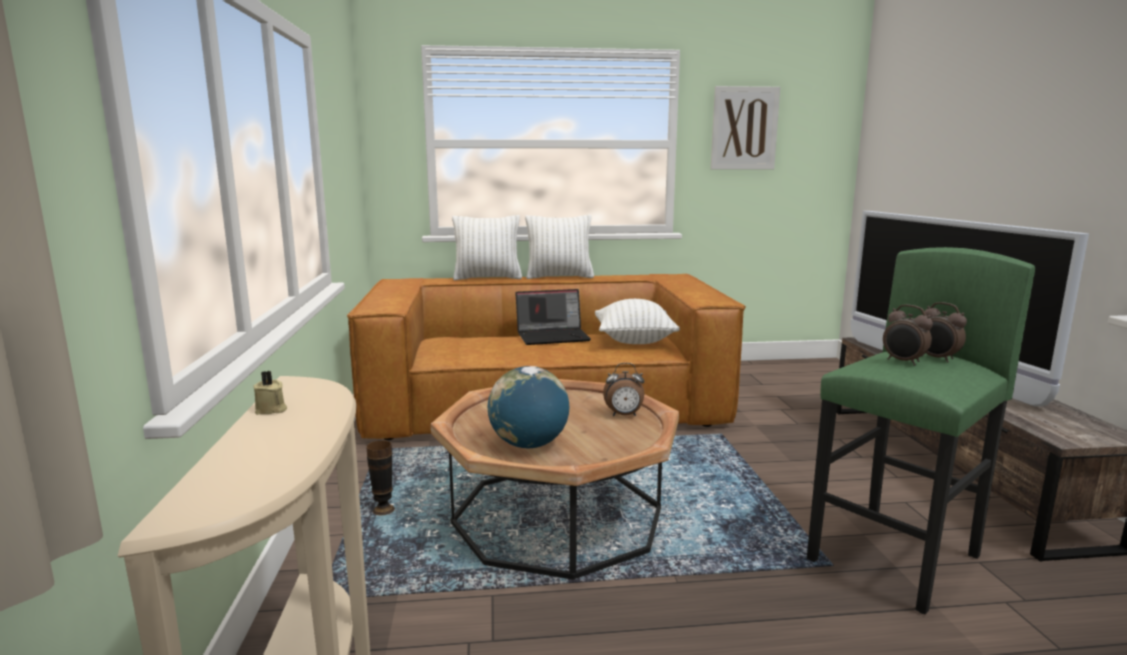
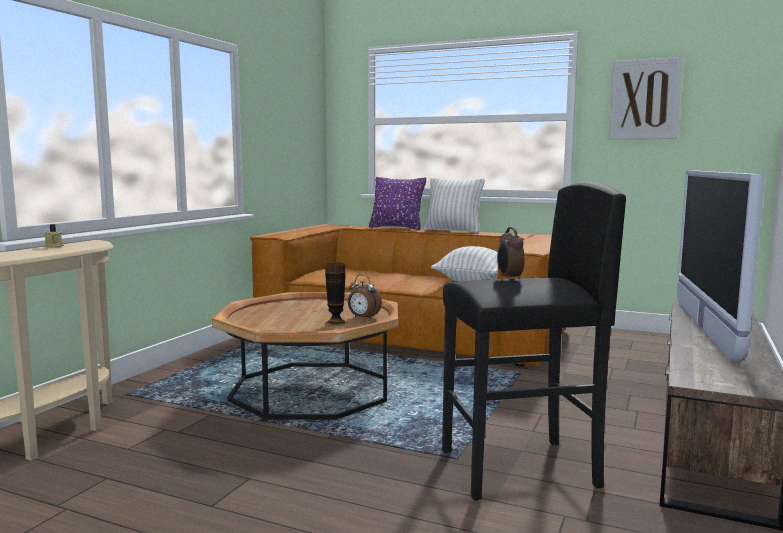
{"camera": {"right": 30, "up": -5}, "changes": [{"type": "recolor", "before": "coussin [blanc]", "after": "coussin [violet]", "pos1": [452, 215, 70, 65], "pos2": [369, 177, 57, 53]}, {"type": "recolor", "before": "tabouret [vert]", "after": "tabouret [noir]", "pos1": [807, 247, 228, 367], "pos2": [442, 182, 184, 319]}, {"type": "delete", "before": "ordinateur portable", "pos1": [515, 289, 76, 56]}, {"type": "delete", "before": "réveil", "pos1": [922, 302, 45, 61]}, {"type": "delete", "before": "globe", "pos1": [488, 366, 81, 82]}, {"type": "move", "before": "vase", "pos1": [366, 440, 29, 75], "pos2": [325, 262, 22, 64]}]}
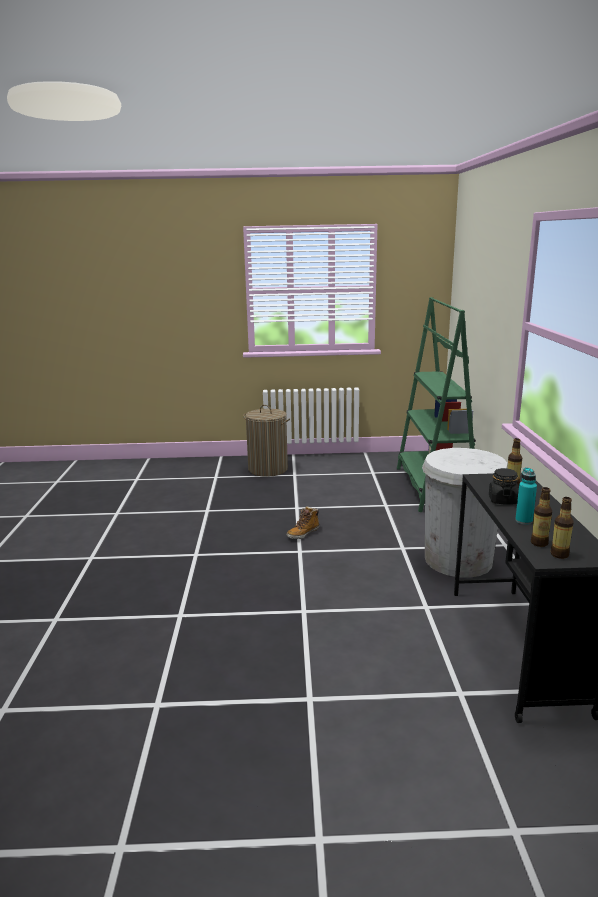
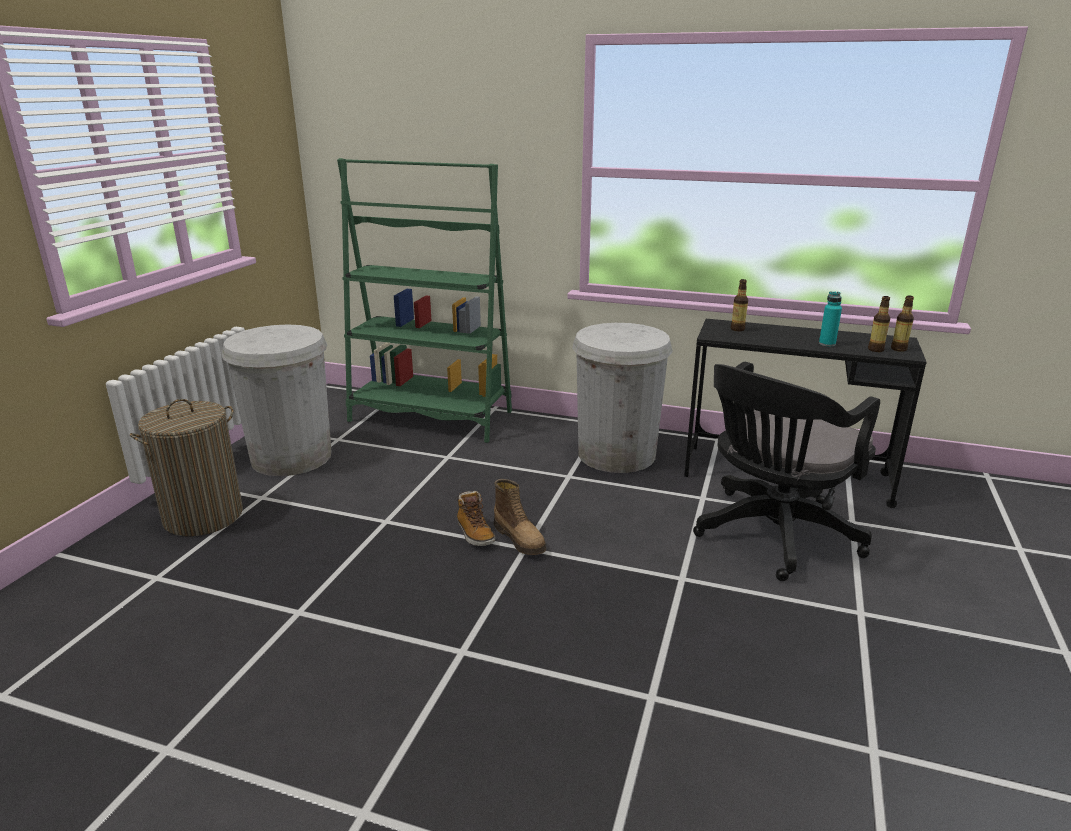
{"camera": {"right": -70, "up": 5}, "changes": [{"type": "delete", "before": "bocal [noir]", "pos1": [489, 468, 30, 37]}, {"type": "insert", "after": "poubelle [blanc]", "pos2": [222, 324, 110, 152]}, {"type": "insert", "after": "chaise de bureau [noir]", "pos2": [693, 362, 187, 219]}, {"type": "insert", "after": "botte", "pos2": [494, 479, 52, 76]}]}
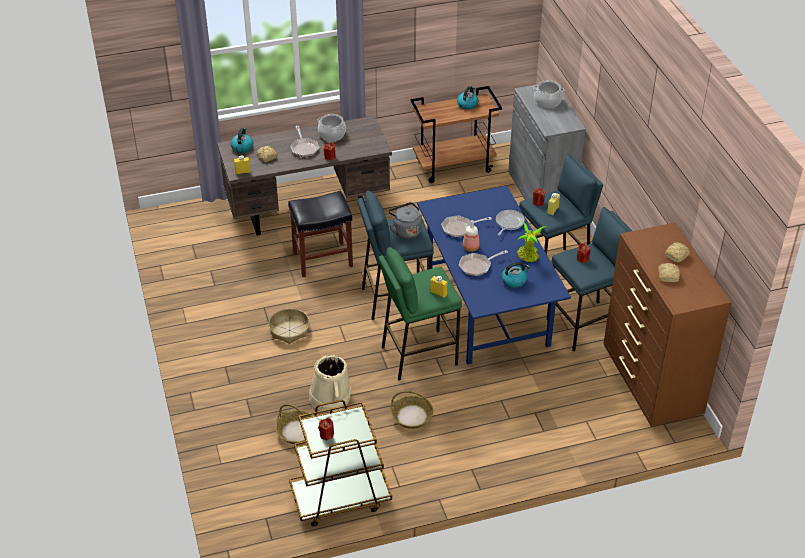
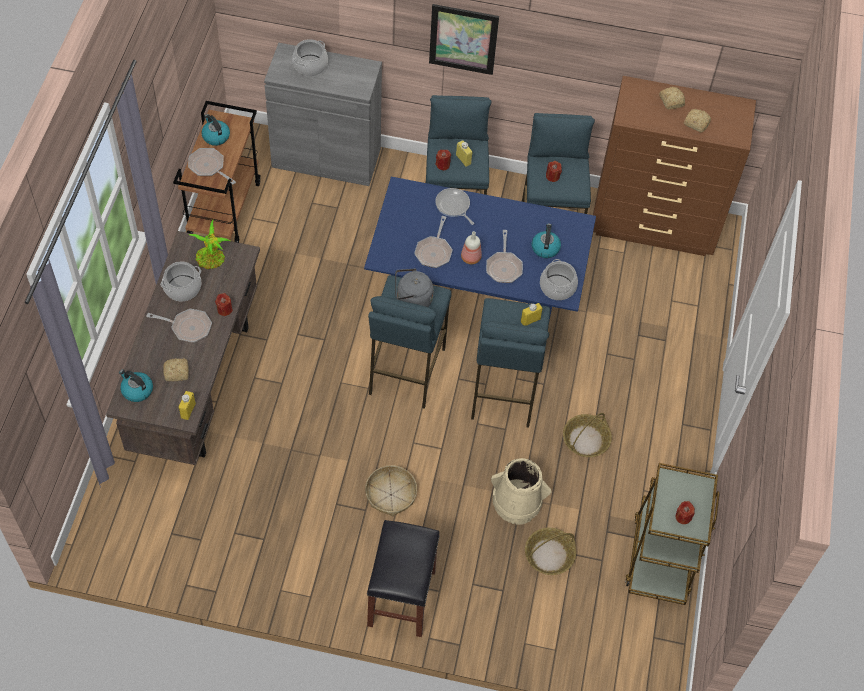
{"camera": {"right": -65, "up": 15}, "changes": [{"type": "move", "before": "tabouret [noir]", "pos1": [288, 191, 65, 86], "pos2": [367, 520, 73, 117]}, {"type": "move", "before": "plante en pot", "pos1": [517, 221, 29, 41], "pos2": [189, 219, 41, 50]}, {"type": "recolor", "before": "tabouret [vert]", "after": "tabouret [bleu]", "pos1": [378, 247, 84, 133], "pos2": [471, 298, 79, 130]}, {"type": "insert", "after": "tableau", "pos2": [429, 4, 70, 71]}, {"type": "insert", "after": "poêle", "pos2": [188, 148, 48, 36]}, {"type": "insert", "after": "marmite", "pos2": [540, 259, 38, 41]}]}
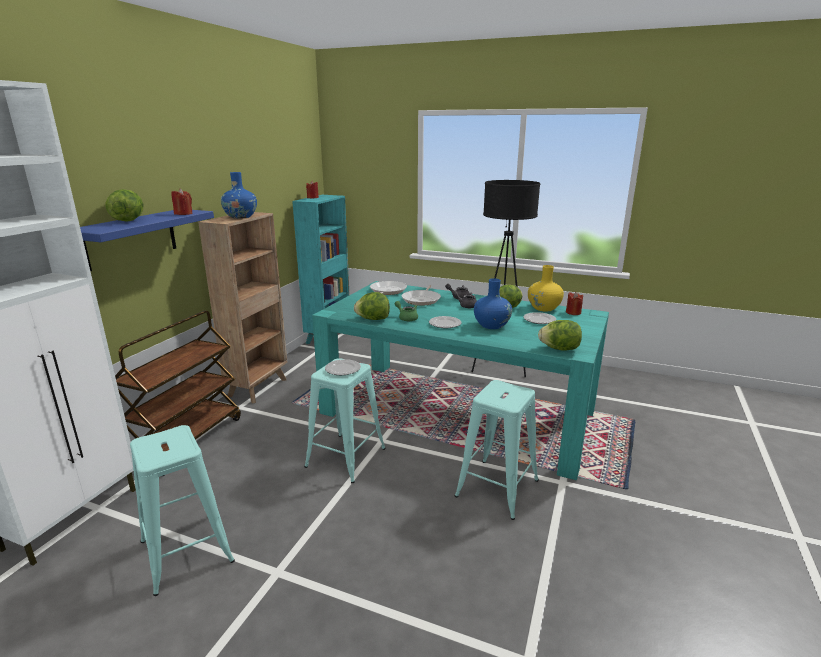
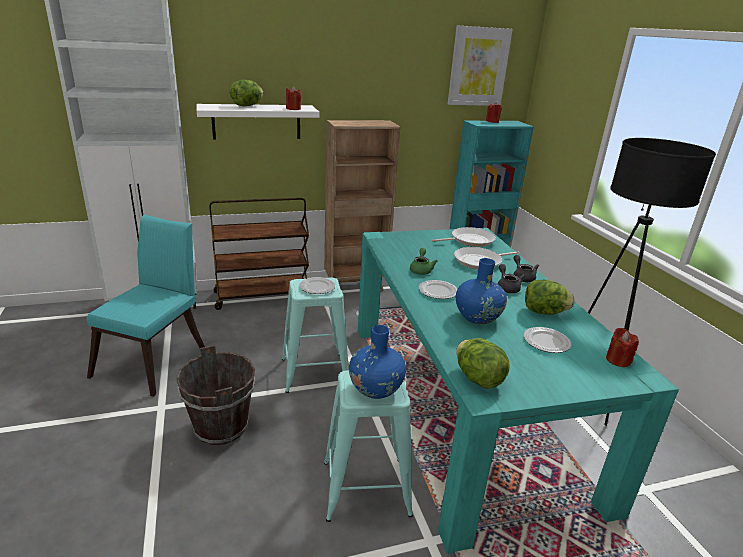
{"camera": {"right": 50, "up": 5}, "changes": [{"type": "move", "before": "vase [bleu]", "pos1": [221, 172, 36, 47], "pos2": [349, 325, 57, 74]}, {"type": "recolor", "before": "étagère [bleu]", "after": "étagère [blanc]", "pos1": [80, 210, 134, 61], "pos2": [197, 104, 123, 35]}, {"type": "delete", "before": "vase [jaune]", "pos1": [528, 265, 36, 47]}, {"type": "delete", "before": "laitue", "pos1": [354, 292, 36, 28]}, {"type": "replace", "before": "tabouret [turquoise]", "after": "chaise [turquoise]", "pos1": [130, 425, 105, 171], "pos2": [87, 215, 118, 182]}, {"type": "insert", "after": "tableau", "pos2": [448, 25, 65, 81]}, {"type": "insert", "after": "seau [marron]", "pos2": [176, 345, 79, 100]}]}
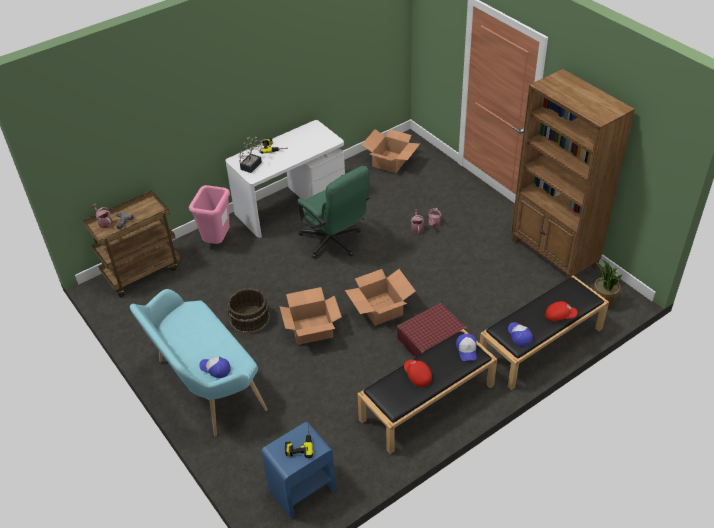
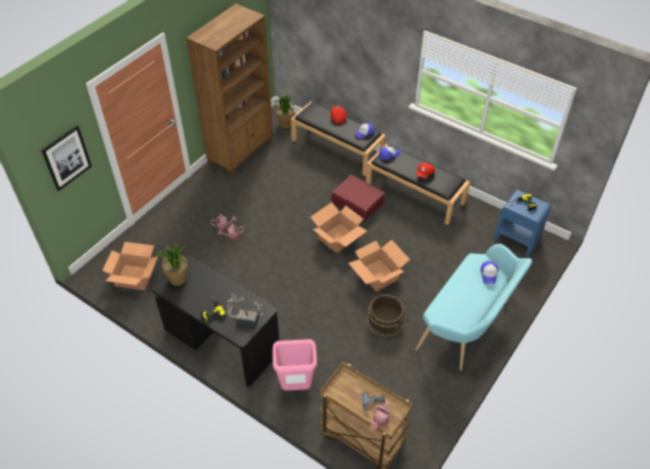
{"camera": {"right": -110, "up": 5}, "changes": [{"type": "recolor", "before": "bureau [blanc]", "after": "bureau [noir]", "pos1": [225, 120, 120, 118], "pos2": [152, 256, 128, 131]}, {"type": "delete", "before": "chaise de bureau [vert]", "pos1": [298, 166, 72, 93]}, {"type": "insert", "after": "tableau", "pos2": [41, 125, 51, 66]}, {"type": "insert", "after": "plante en pot", "pos2": [155, 244, 33, 42]}]}
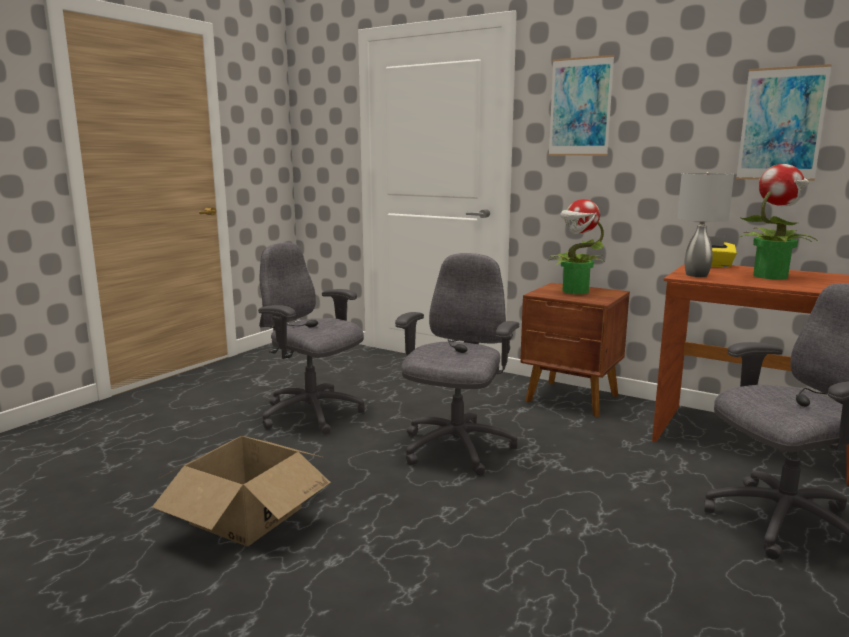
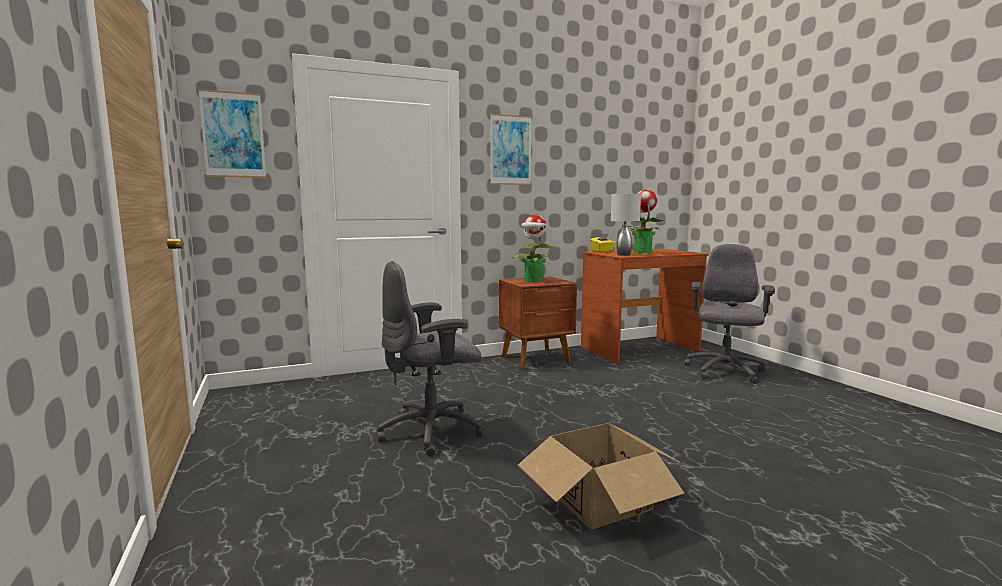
{"camera": {"right": -55, "up": -5}, "changes": [{"type": "move", "before": "tableau", "pos1": [736, 64, 96, 117], "pos2": [198, 89, 68, 89]}, {"type": "delete", "before": "chaise de bureau [gris]", "pos1": [395, 253, 125, 223]}]}
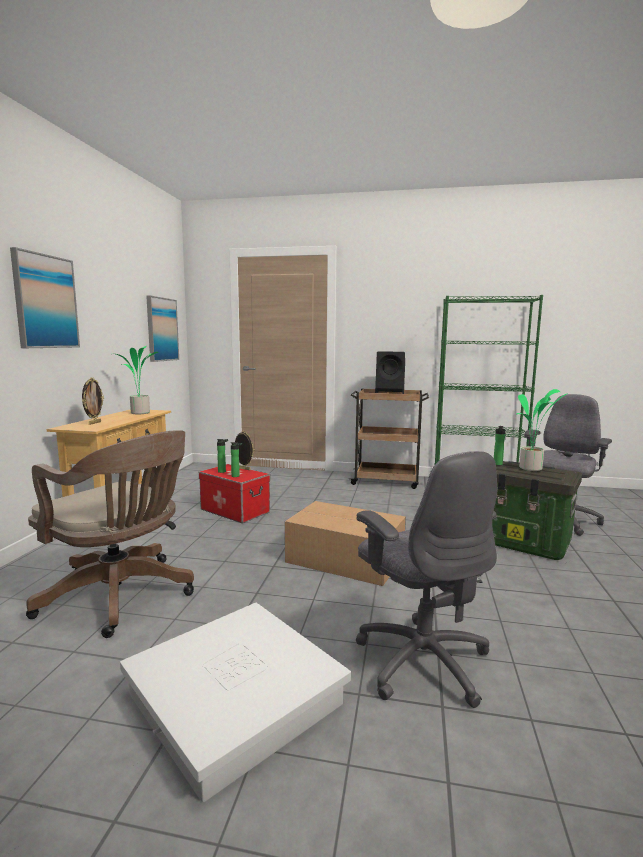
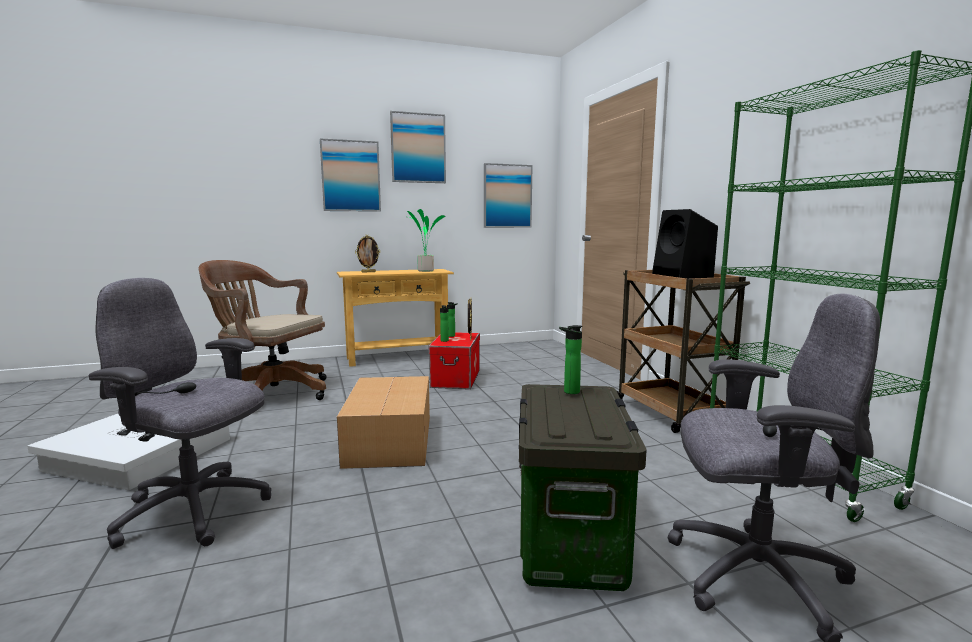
{"camera": {"right": 60, "up": 0}, "changes": [{"type": "delete", "before": "plante en pot", "pos1": [516, 389, 52, 82]}, {"type": "rotate", "before": "chaise de bureau [marron]", "pos1": [26, 430, 168, 208], "pos2": [198, 260, 128, 140], "turn": 105}, {"type": "rotate", "before": "chaise de bureau [gris]", "pos1": [356, 451, 141, 257], "pos2": [89, 278, 182, 271], "turn": 75}, {"type": "insert", "after": "tableau", "pos2": [390, 111, 56, 72]}]}
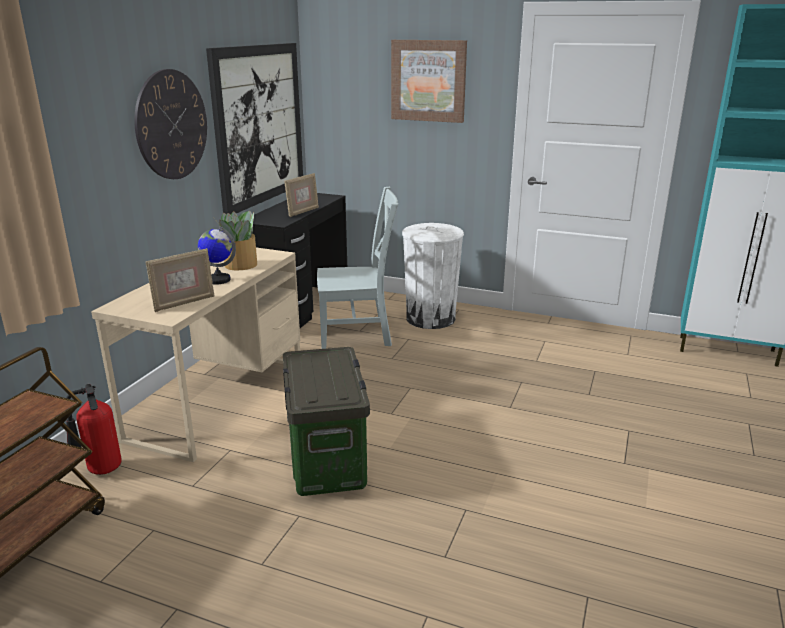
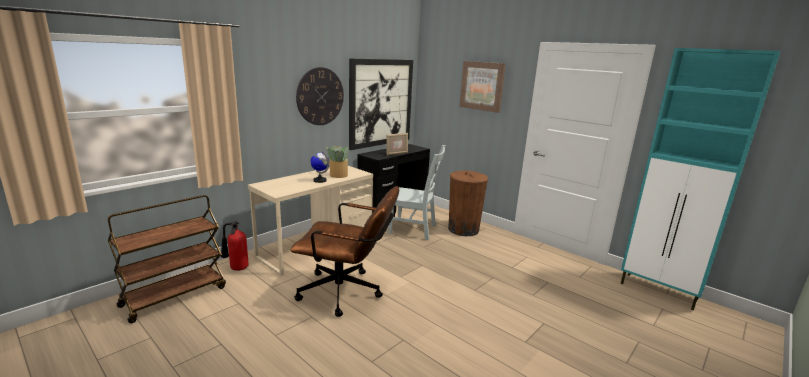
{"camera": {"right": 20, "up": -5}, "changes": [{"type": "recolor", "before": "poubelle [blanc]", "after": "poubelle [marron]", "pos1": [402, 223, 62, 106], "pos2": [448, 171, 40, 65]}, {"type": "delete", "before": "cadre photo", "pos1": [146, 248, 69, 64]}, {"type": "replace", "before": "boîte de rangement", "after": "chaise de bureau [marron]", "pos1": [283, 347, 87, 149], "pos2": [291, 186, 108, 131]}]}
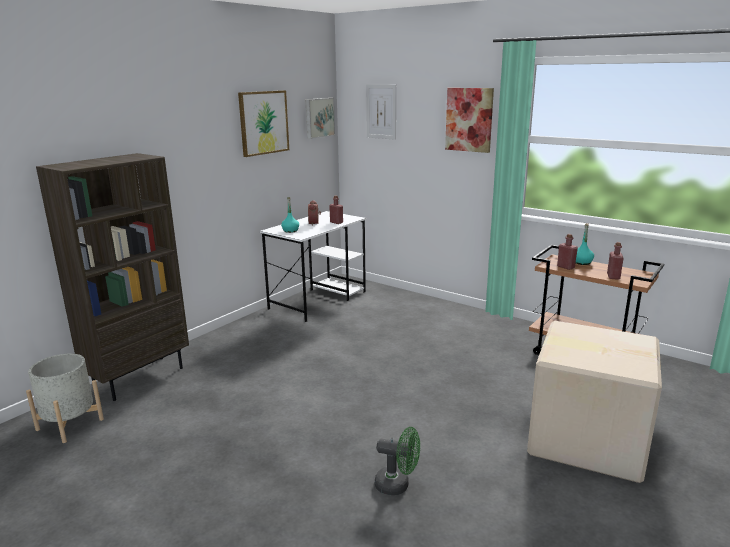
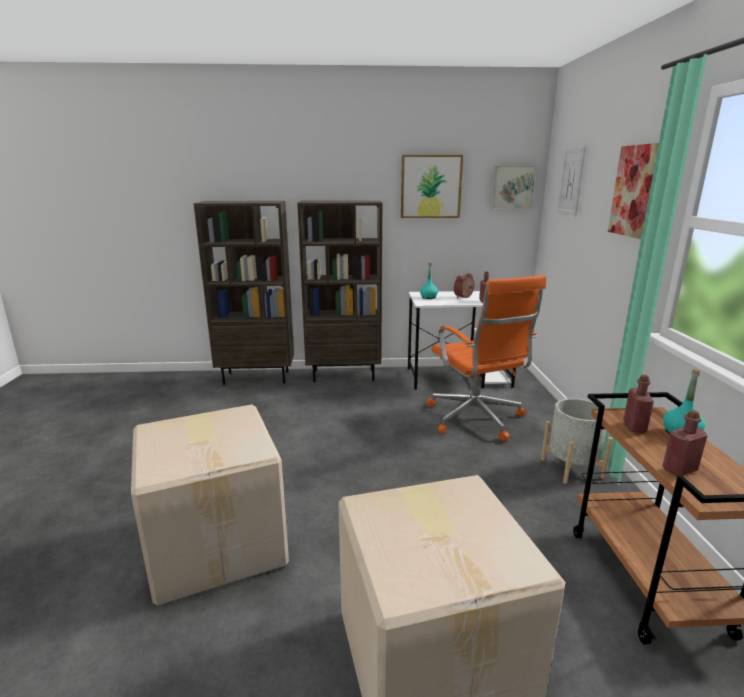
{"camera": {"right": 50, "up": 0}, "changes": [{"type": "move", "before": "cache-pot [gris]", "pos1": [26, 354, 78, 89], "pos2": [541, 398, 72, 86]}, {"type": "replace", "before": "ventilateur [vert]", "after": "carton", "pos1": [375, 427, 45, 68], "pos2": [131, 404, 158, 201]}, {"type": "insert", "after": "bibliothèque [marron]", "pos2": [297, 200, 85, 182]}, {"type": "insert", "after": "chaise de bureau [orange]", "pos2": [427, 275, 119, 166]}]}
